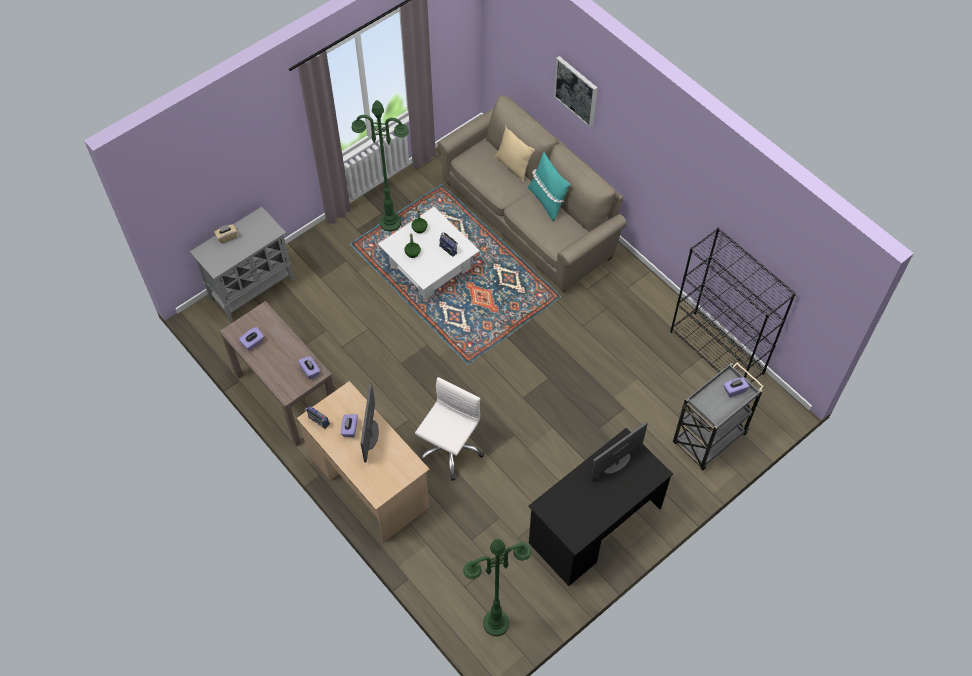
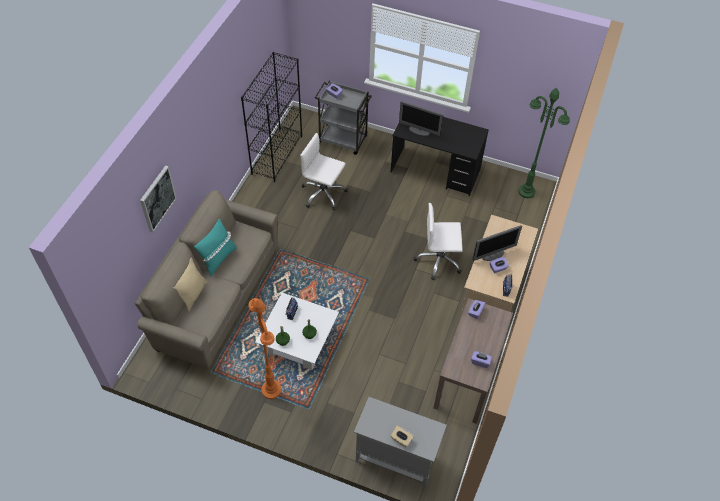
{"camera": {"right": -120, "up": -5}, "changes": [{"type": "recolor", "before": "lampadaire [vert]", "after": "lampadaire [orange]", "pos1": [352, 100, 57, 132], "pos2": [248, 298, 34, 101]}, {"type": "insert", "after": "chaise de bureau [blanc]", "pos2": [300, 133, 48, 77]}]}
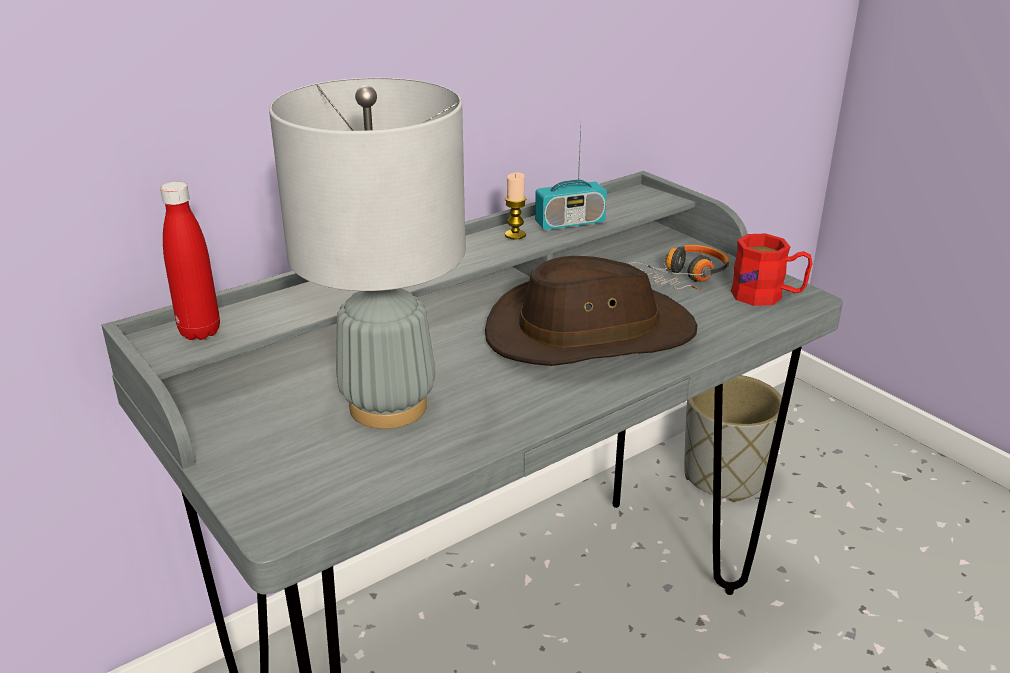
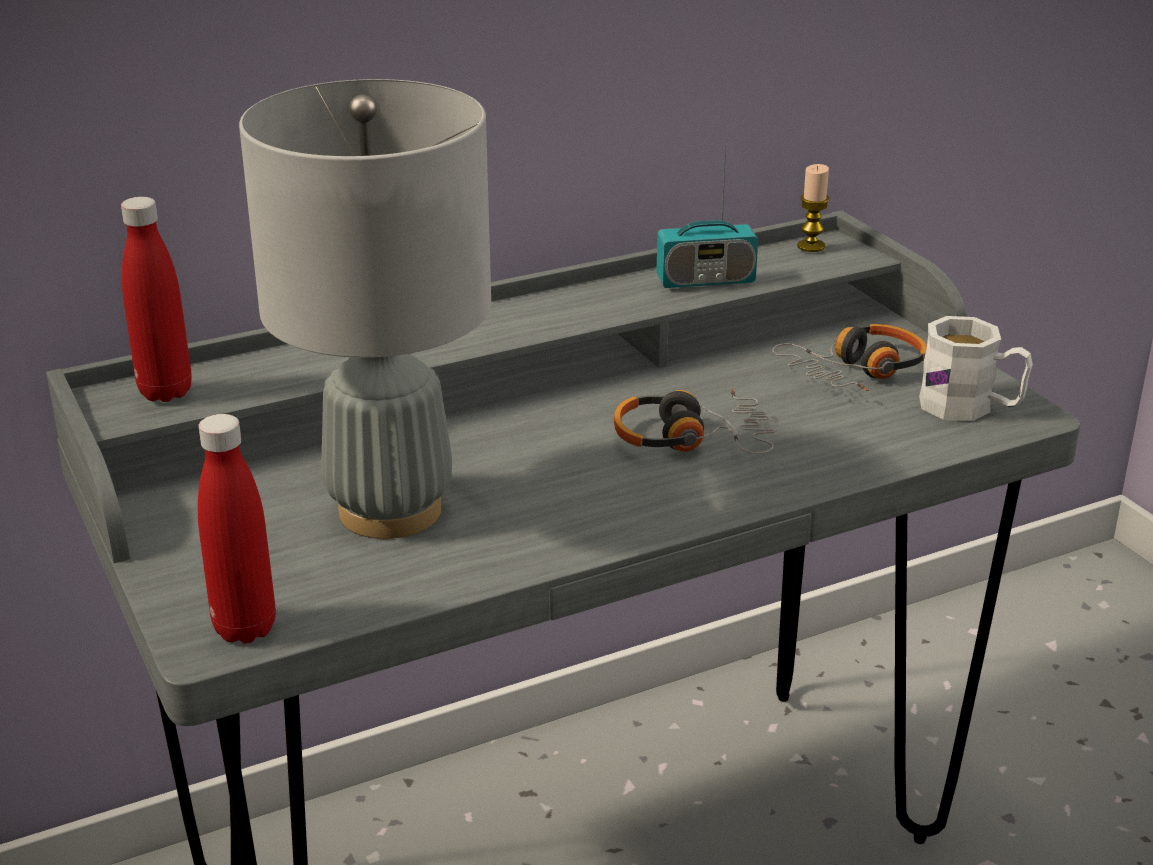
{"camera": {"right": 10, "up": 0}, "changes": [{"type": "move", "before": "bougie", "pos1": [505, 173, 22, 66], "pos2": [797, 164, 32, 88]}, {"type": "recolor", "before": "mug [rouge]", "after": "mug [blanc]", "pos1": [731, 234, 82, 72], "pos2": [919, 316, 114, 105]}, {"type": "replace", "before": "chapeau [marron]", "after": "casque audio", "pos1": [485, 256, 213, 110], "pos2": [614, 388, 161, 66]}, {"type": "delete", "before": "cache-pot [gris]", "pos1": [684, 375, 98, 127]}, {"type": "insert", "after": "bouteille [rouge]", "pos2": [198, 414, 78, 230]}]}
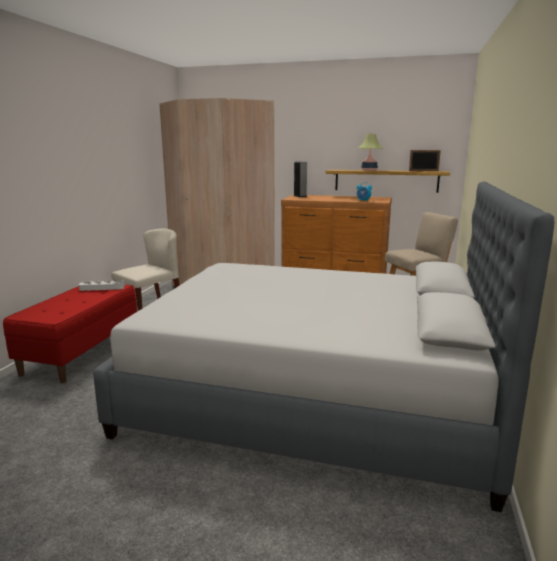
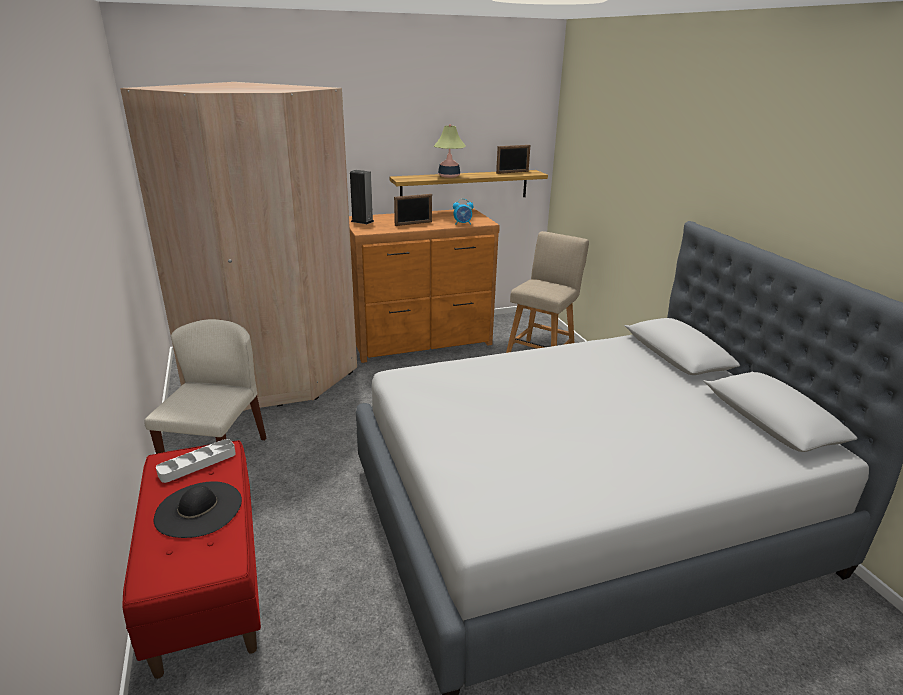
{"camera": {"right": -35, "up": 10}, "changes": [{"type": "insert", "after": "cadre photo", "pos2": [394, 194, 38, 32]}, {"type": "insert", "after": "chapeau [noir]", "pos2": [154, 481, 88, 57]}]}
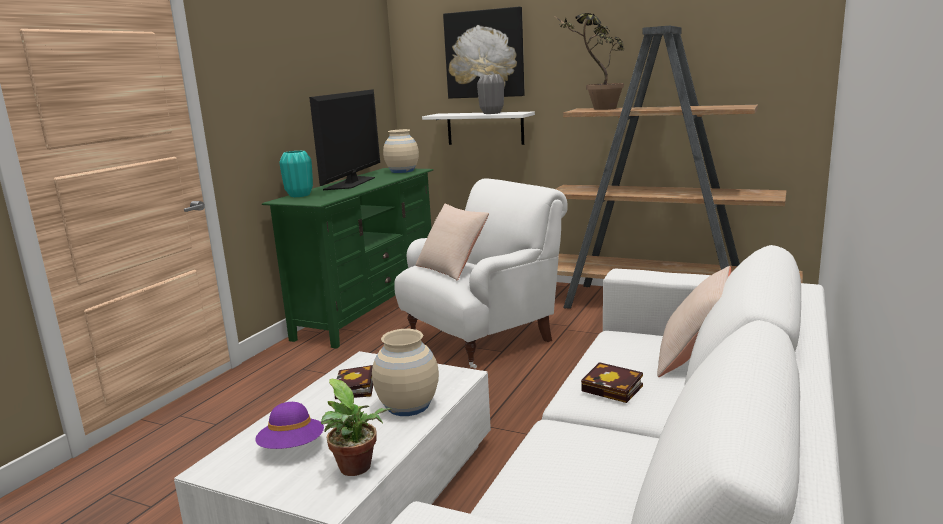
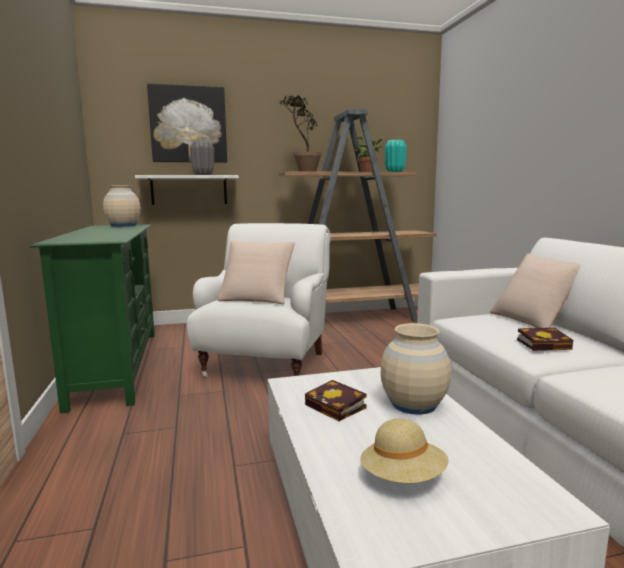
{"camera": {"right": -40, "up": -5}, "changes": [{"type": "delete", "before": "téléviseur", "pos1": [309, 89, 71, 101]}, {"type": "move", "before": "vase [turquoise]", "pos1": [279, 151, 34, 46], "pos2": [385, 140, 22, 32]}, {"type": "move", "before": "plante en pot", "pos1": [321, 379, 71, 97], "pos2": [355, 137, 28, 35]}, {"type": "recolor", "before": "chapeau [violet]", "after": "chapeau [beige]", "pos1": [255, 402, 69, 47], "pos2": [360, 418, 89, 65]}]}
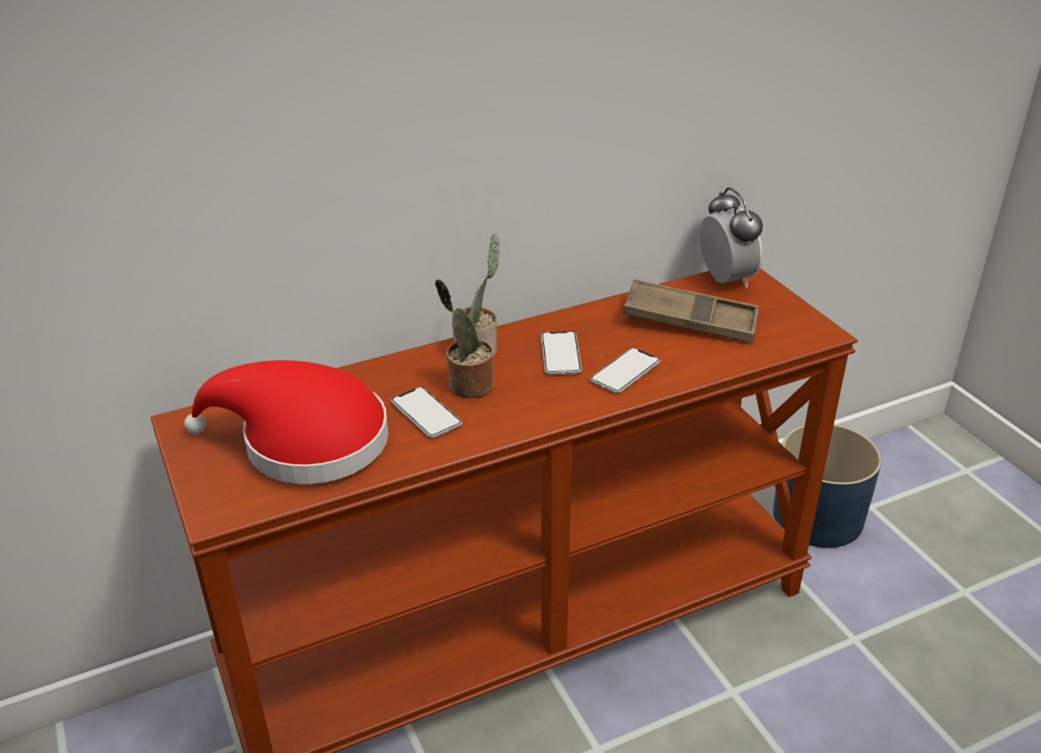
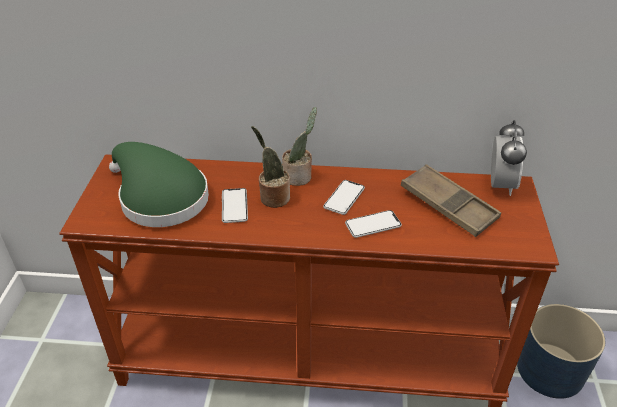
{"camera": {"right": 30, "up": 5}, "changes": [{"type": "recolor", "before": "chapeau [rouge]", "after": "chapeau [vert]", "pos1": [184, 360, 204, 124], "pos2": [109, 142, 100, 85]}]}
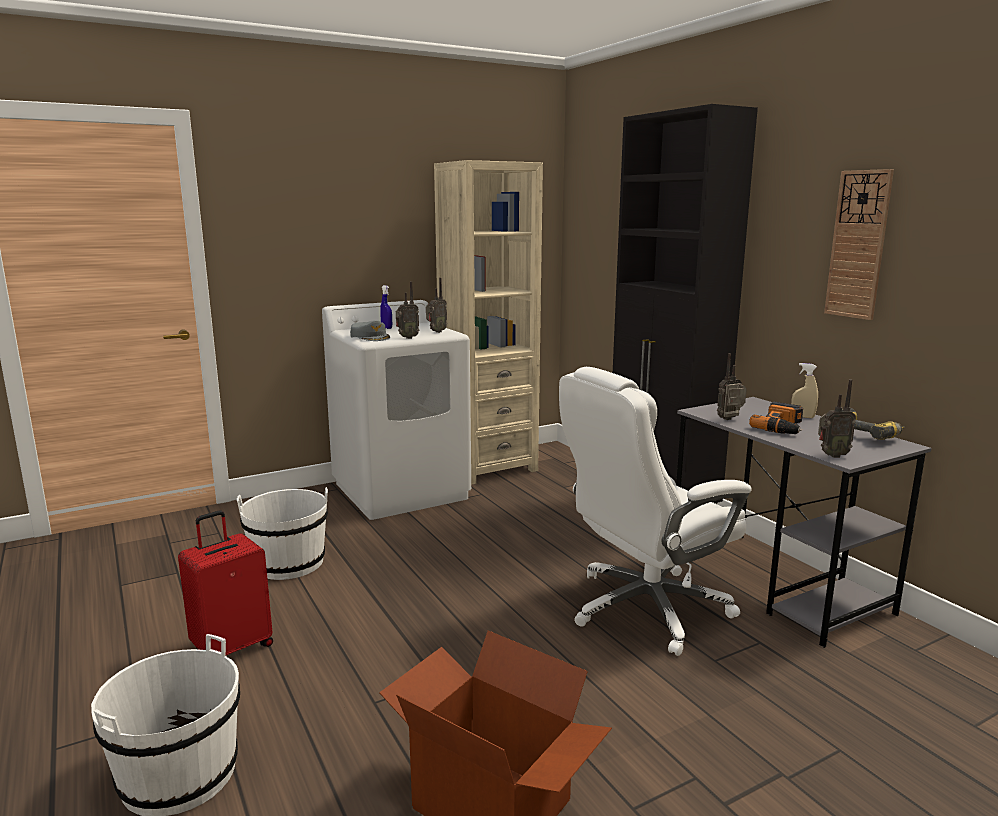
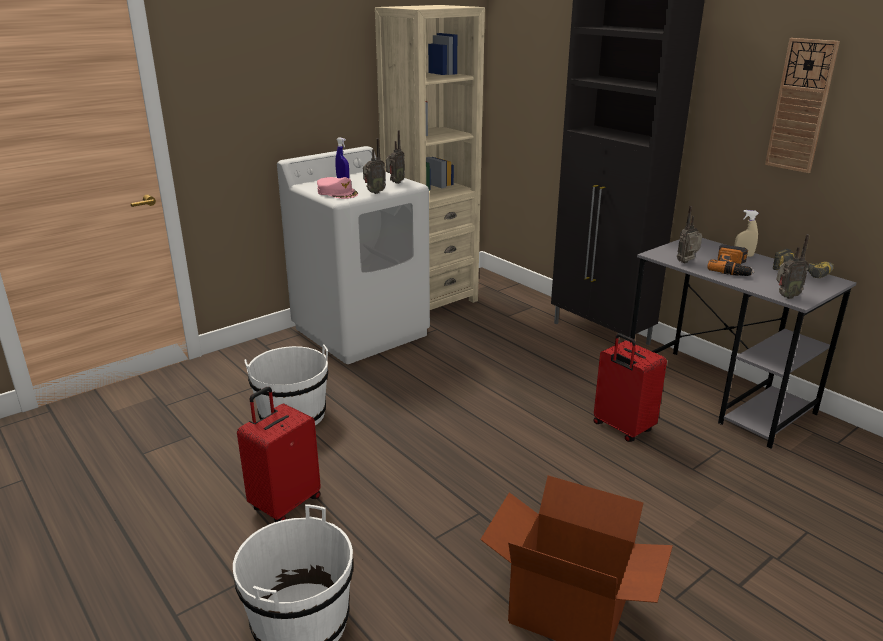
{"camera": {"right": -10, "up": 10}, "changes": [{"type": "recolor", "before": "casquette [gris]", "after": "casquette [rose]", "pos1": [350, 320, 40, 21], "pos2": [317, 177, 41, 22]}, {"type": "replace", "before": "chaise de bureau [blanc]", "after": "valise [rouge]", "pos1": [559, 367, 193, 289], "pos2": [593, 333, 74, 109]}]}
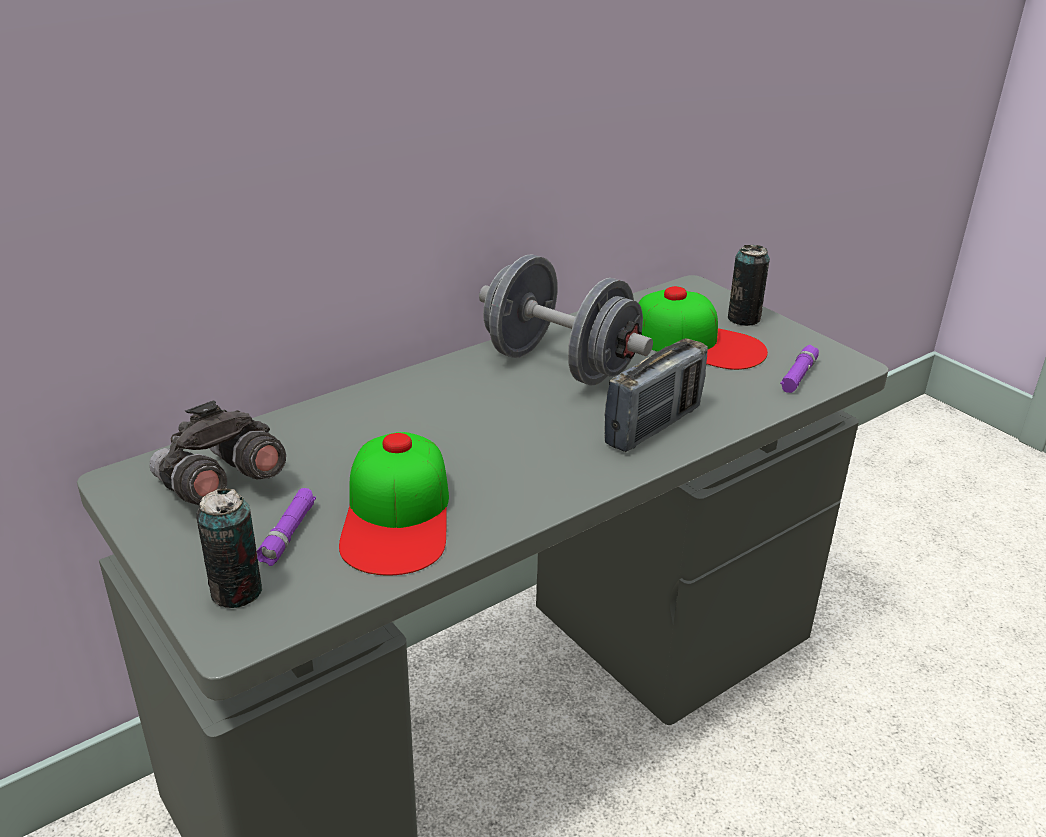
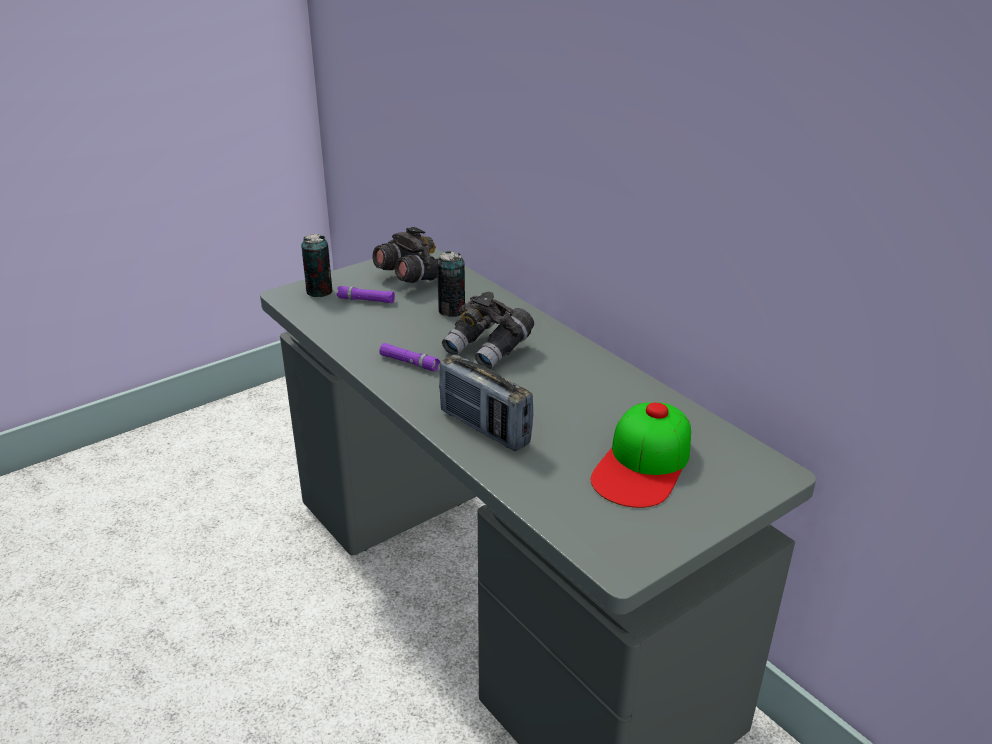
{"camera": {"right": 90, "up": 0}, "changes": [{"type": "move", "before": "boîte métallique", "pos1": [728, 245, 42, 81], "pos2": [437, 251, 28, 66]}, {"type": "delete", "before": "haltère [gris]", "pos1": [479, 254, 174, 131]}, {"type": "move", "before": "lampe de poche [violet]", "pos1": [780, 345, 39, 48], "pos2": [379, 343, 61, 29]}, {"type": "delete", "before": "casquette", "pos1": [339, 432, 110, 144]}, {"type": "insert", "after": "jumelles [gris]", "pos2": [442, 292, 92, 77]}]}
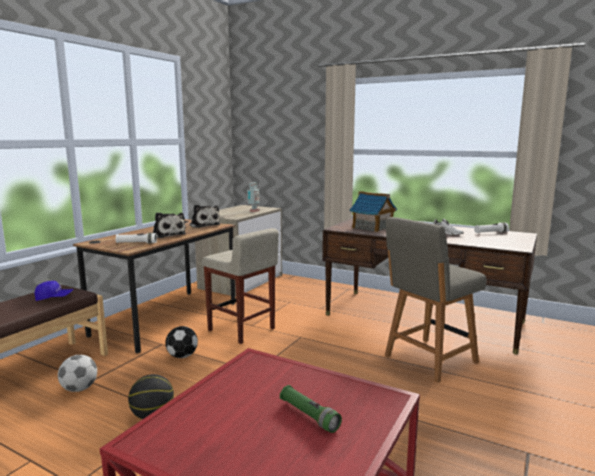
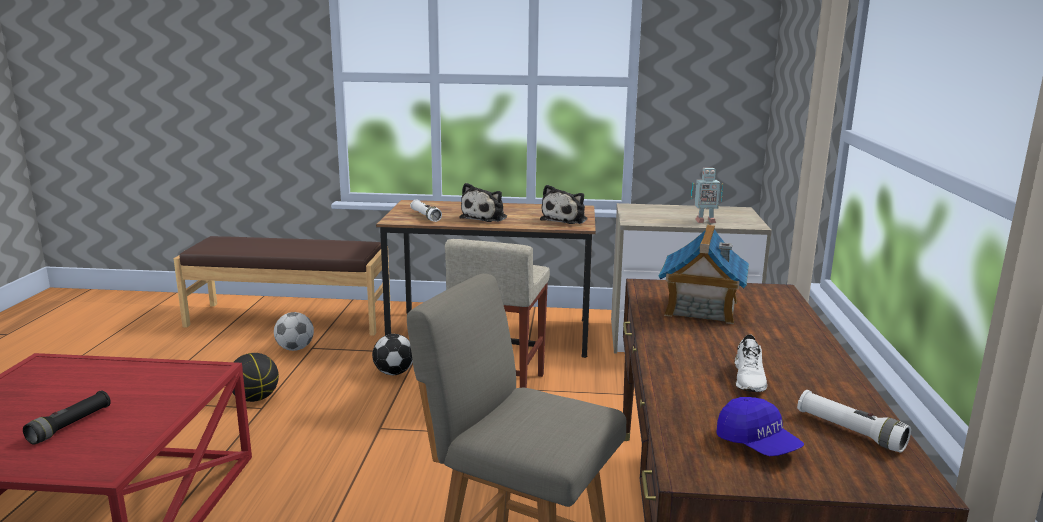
{"camera": {"right": 65, "up": 5}, "changes": [{"type": "move", "before": "casquette [bleu]", "pos1": [34, 281, 40, 20], "pos2": [716, 397, 88, 59]}, {"type": "recolor", "before": "lampe de poche [vert]", "after": "lampe de poche [noir]", "pos1": [280, 385, 62, 48], "pos2": [23, 390, 88, 55]}]}
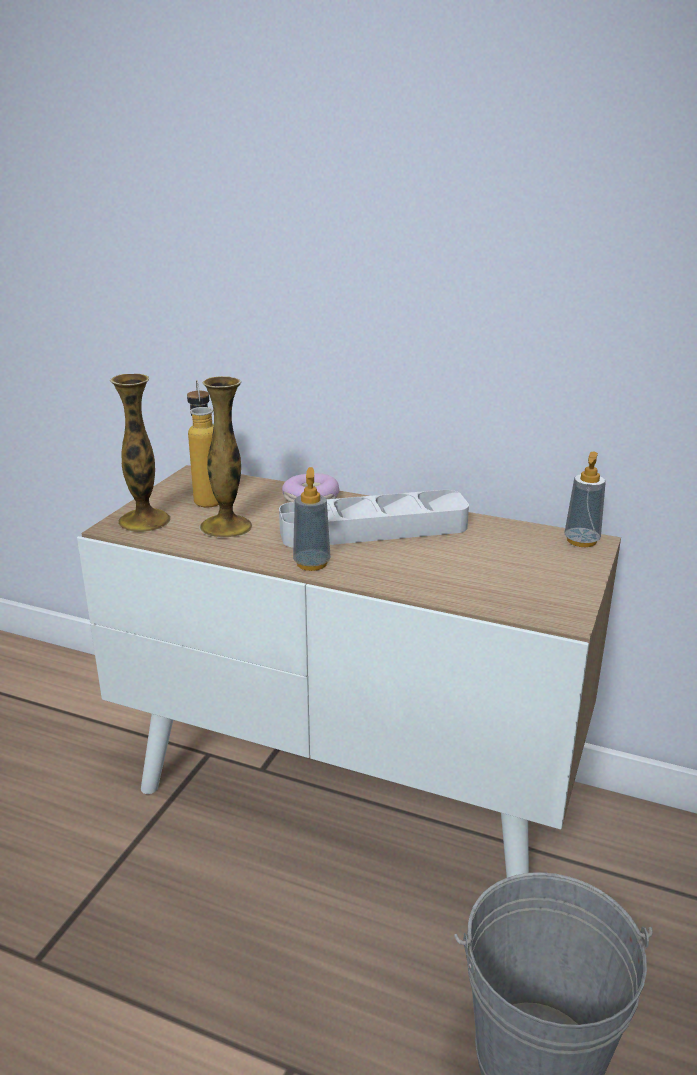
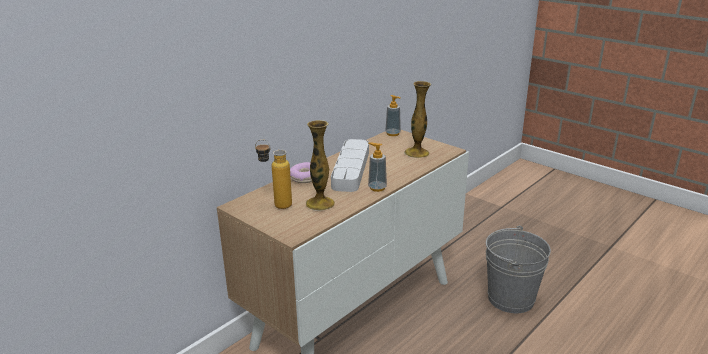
{"camera": {"right": -70, "up": 0}, "changes": [{"type": "move", "before": "vase", "pos1": [110, 374, 61, 158], "pos2": [404, 81, 27, 77]}]}
